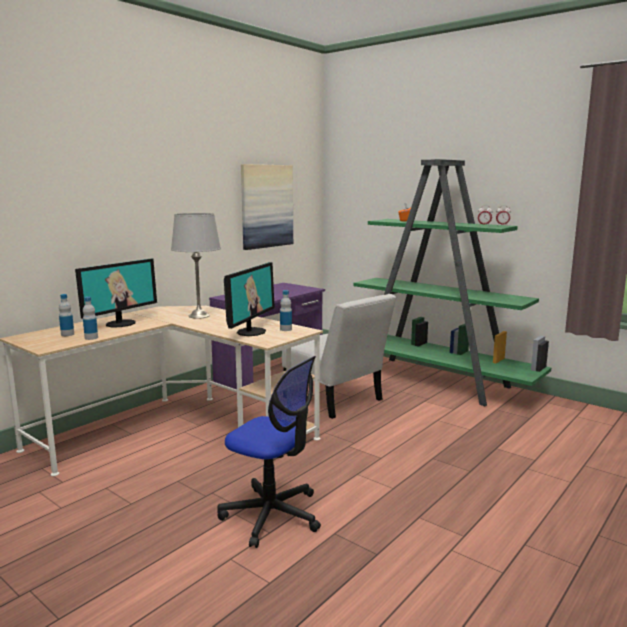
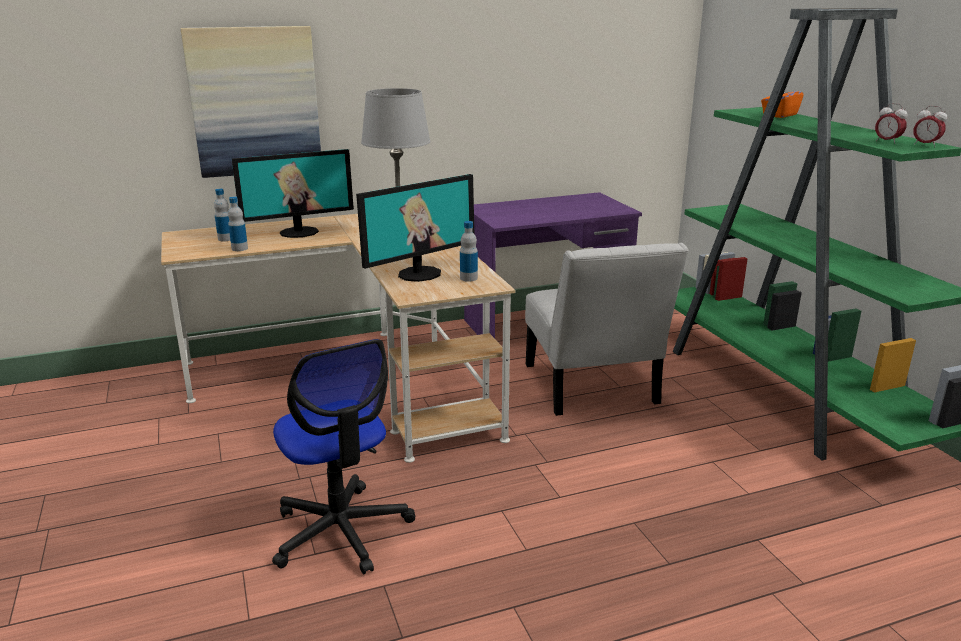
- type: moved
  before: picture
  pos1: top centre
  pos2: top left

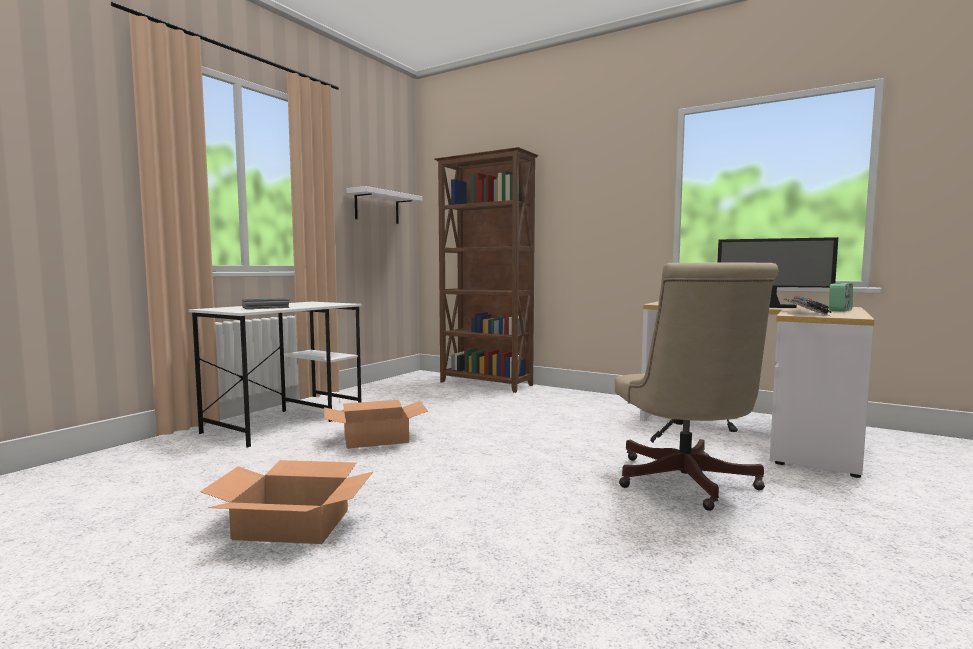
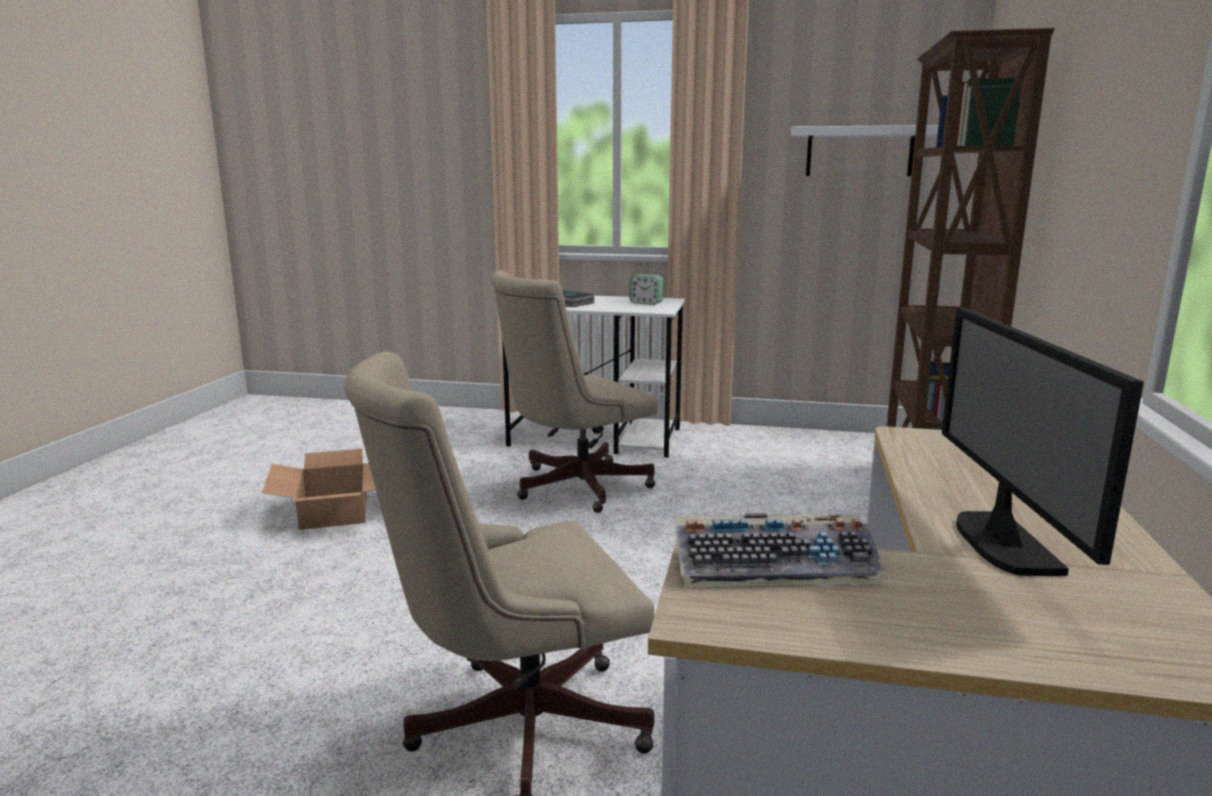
- type: replaced
  before: cardboard box (2nd from left)
  after: office chair (beige) (2nd from left)
  pos1: centre
  pos2: centre
- type: moved
  before: alarm clock
  pos1: middle right
  pos2: centre

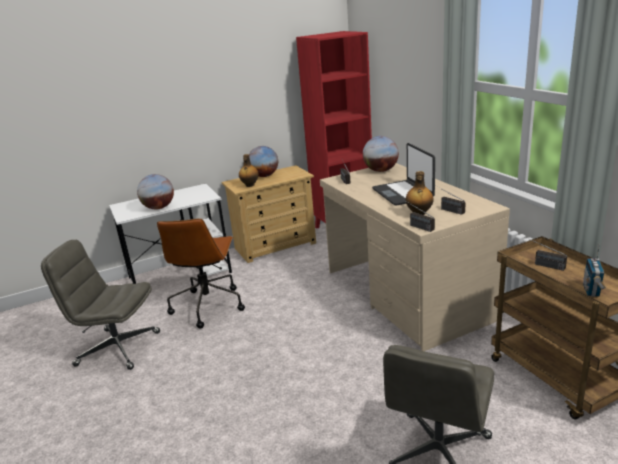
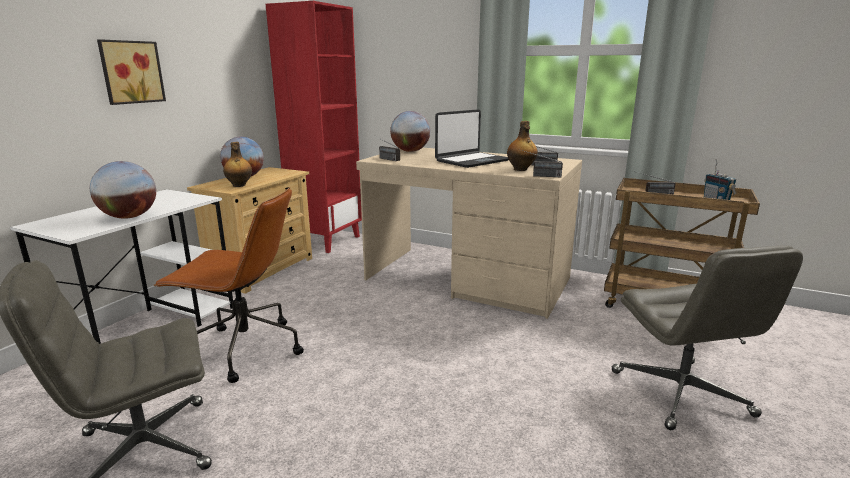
- type: added
  after: picture
  pos2: top left
- type: turned
  before: office chair (brown)
  pos1: middle left
  pos2: middle left
  turn: -45
- type: turned
  before: laptop
  pos1: centre
  pos2: top centre
  turn: -75

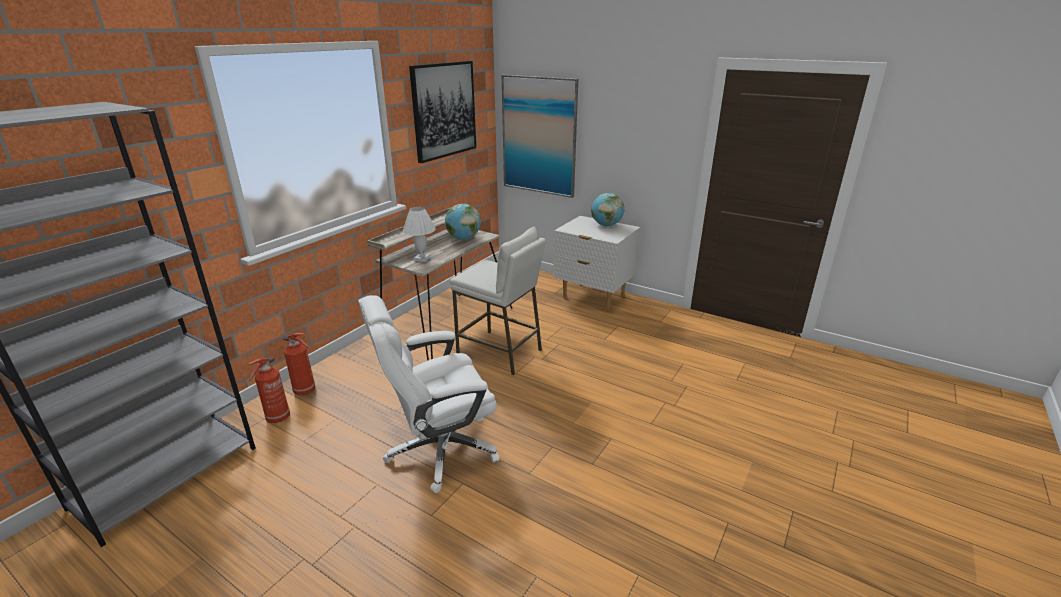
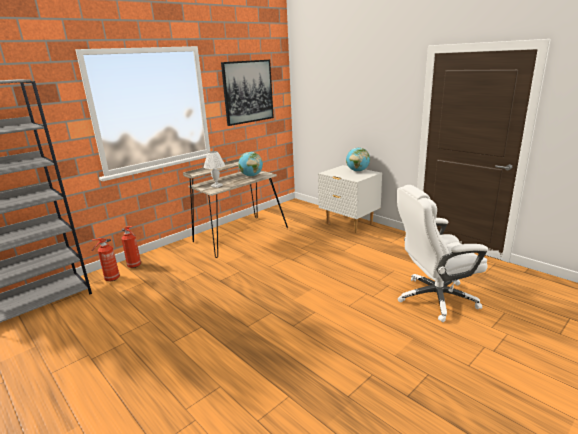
- type: moved
  before: office chair (white)
  pos1: centre
  pos2: middle right
- type: removed
  before: stool (white)
  pos1: centre
- type: removed
  before: picture (2nd from left)
  pos1: top centre

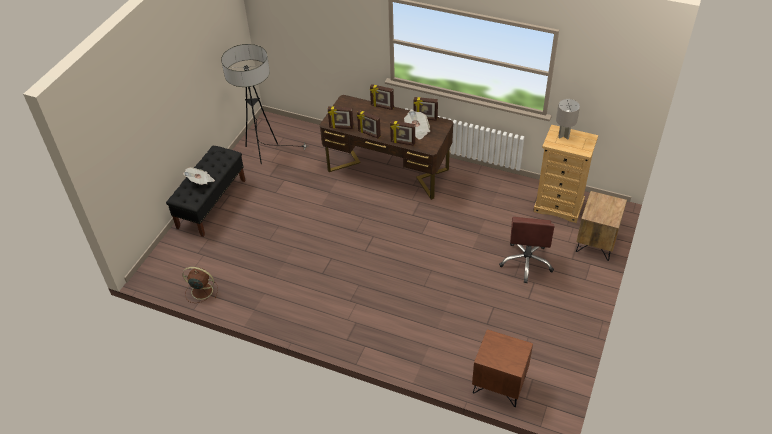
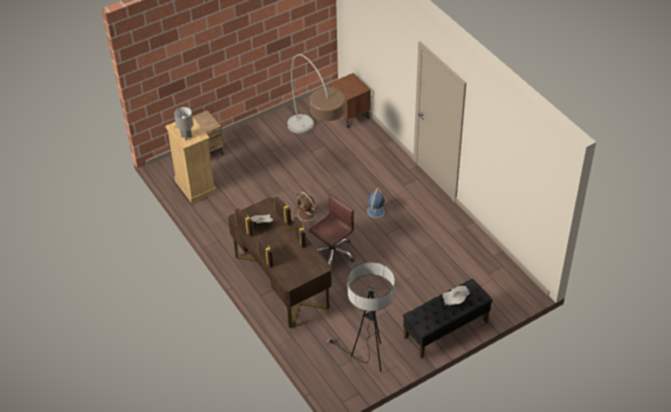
- type: added
  after: floor lamp (1st from left)
  pos2: top centre
- type: moved
  before: fan (brown)
  pos1: middle left
  pos2: centre
- type: moved
  before: office chair (brown)
  pos1: middle right
  pos2: centre
- type: added
  after: fan (blue)
  pos2: centre
- type: removed
  before: picture frame (1st from left)
  pos1: top centre

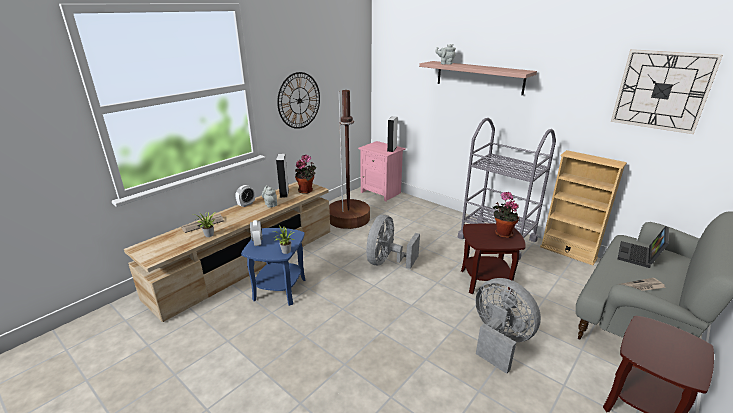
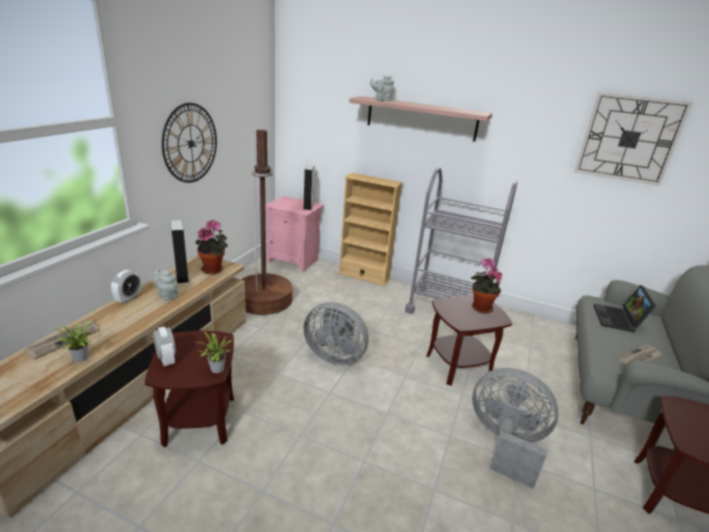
- type: recoloured
  before: side table (blue)
  after: side table (brown) (1st from left)
  pos1: centre
  pos2: bottom left
- type: turned
  before: fan (grey) (1st from left)
  pos1: centre
  pos2: centre
  turn: -75
- type: moved
  before: bookcase (beige)
  pos1: middle right
  pos2: centre

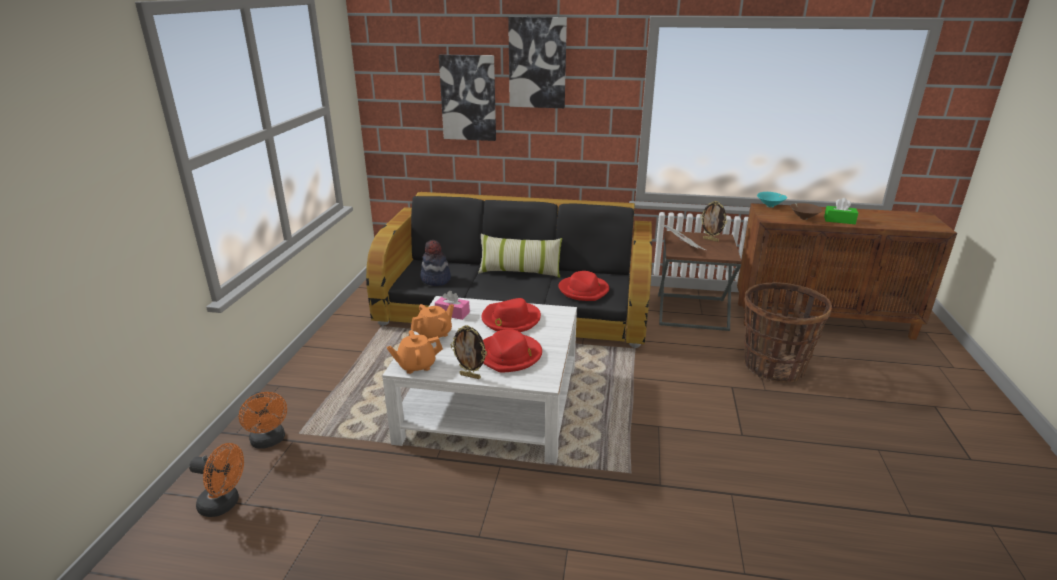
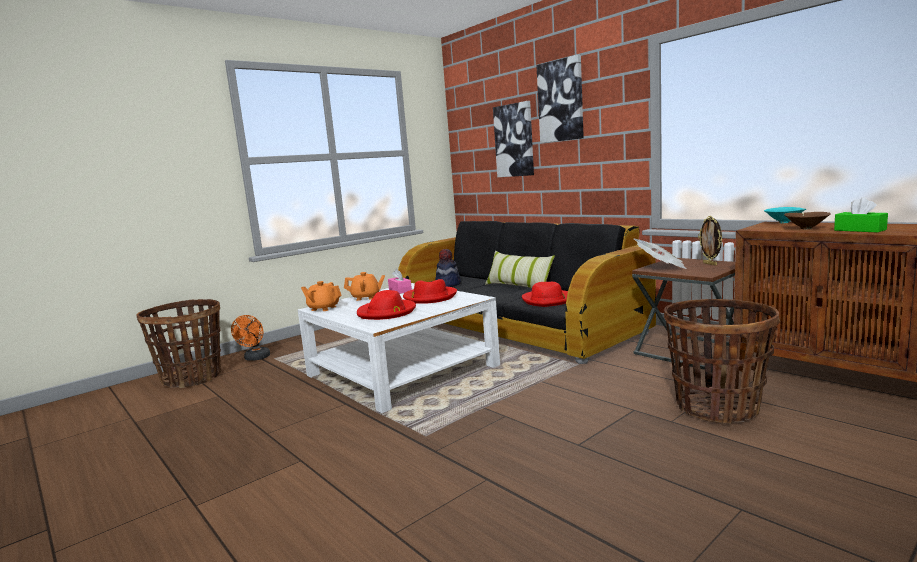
- type: replaced
  before: fan (orange) (1st from left)
  after: basket (1st from left)
  pos1: bottom left
  pos2: middle left
- type: removed
  before: picture frame (1st from left)
  pos1: centre

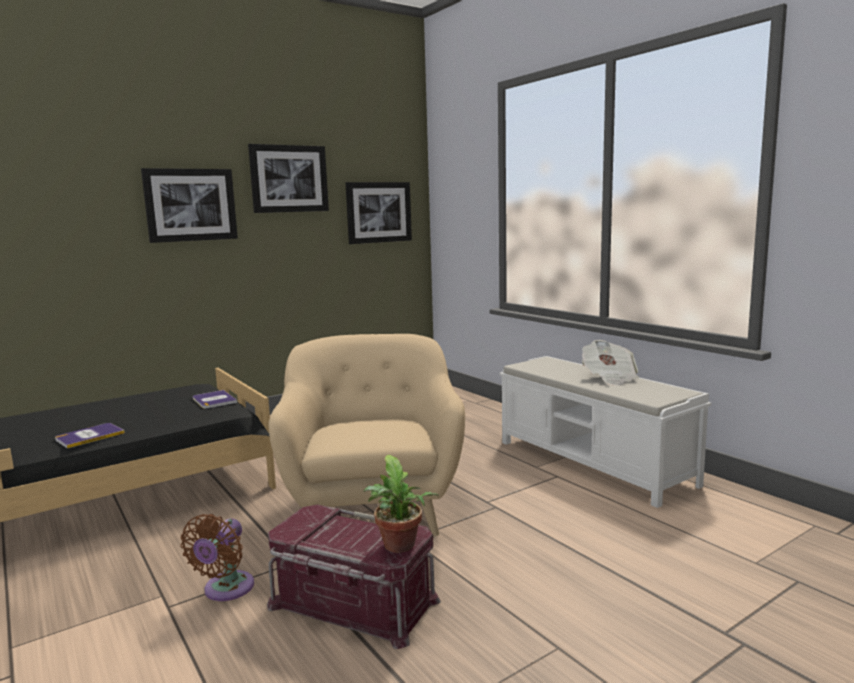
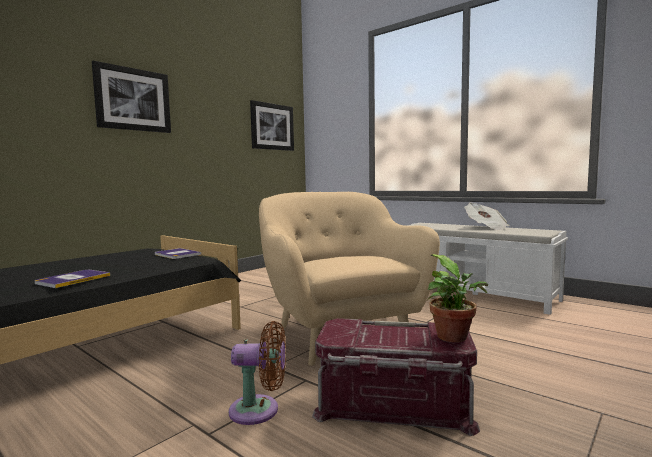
- type: turned
  before: fan (brown)
  pos1: bottom left
  pos2: bottom centre
  turn: -90
- type: removed
  before: picture (2nd from left)
  pos1: top centre

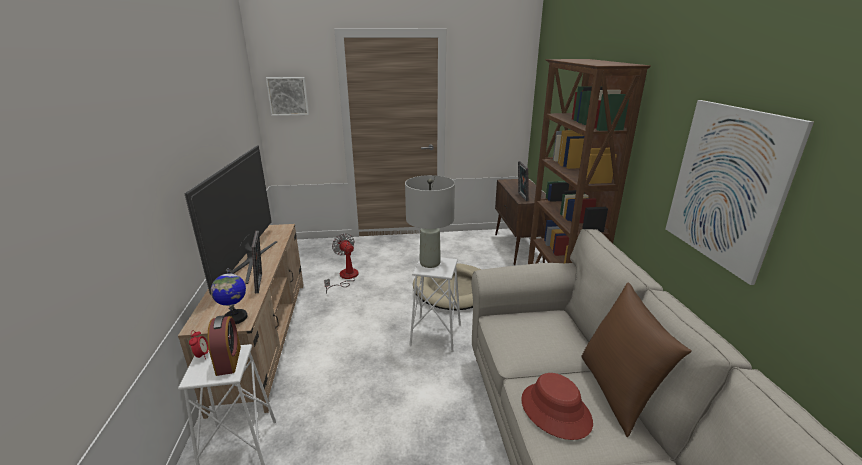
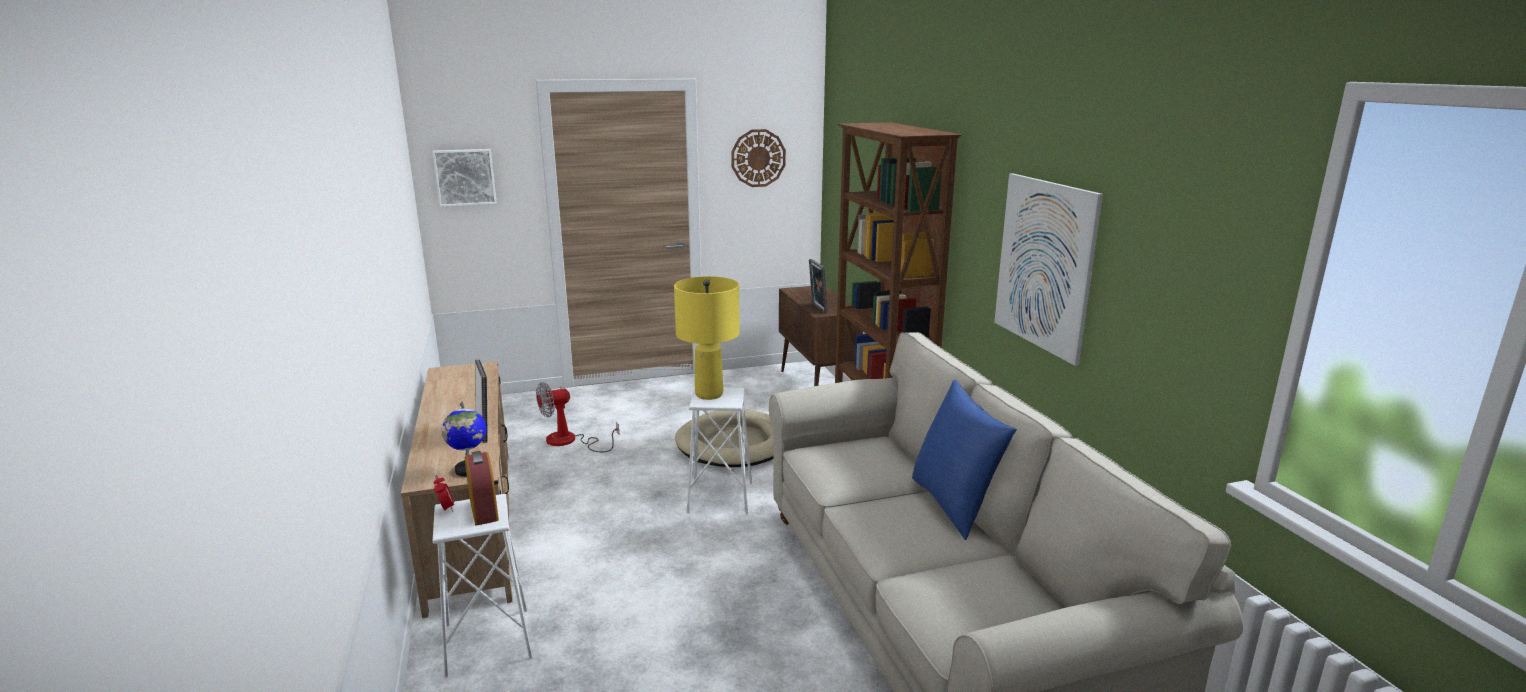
- type: turned
  before: fan
  pos1: centre
  pos2: centre
  turn: -75
- type: recoloured
  before: table lamp (grey)
  after: table lamp (yellow)
  pos1: centre
  pos2: centre
- type: added
  after: wall clock
  pos2: top centre
- type: recoloured
  before: pillow (brown)
  after: pillow (blue)
  pos1: bottom right
  pos2: centre
- type: removed
  before: television
  pos1: middle left
- type: removed
  before: hat (red)
  pos1: bottom centre

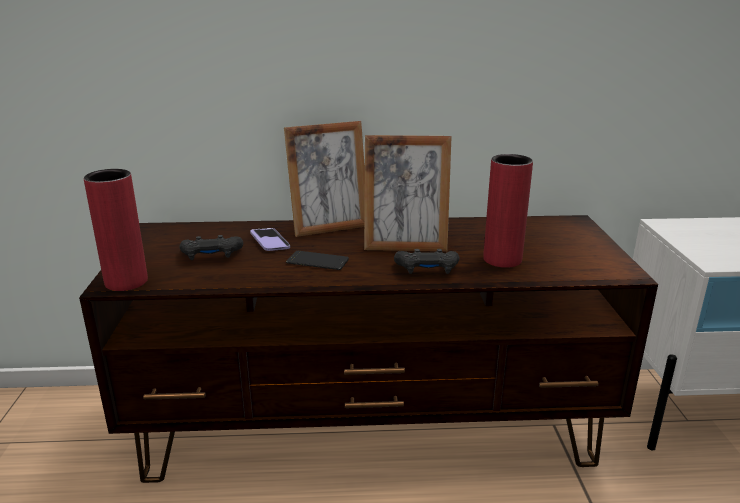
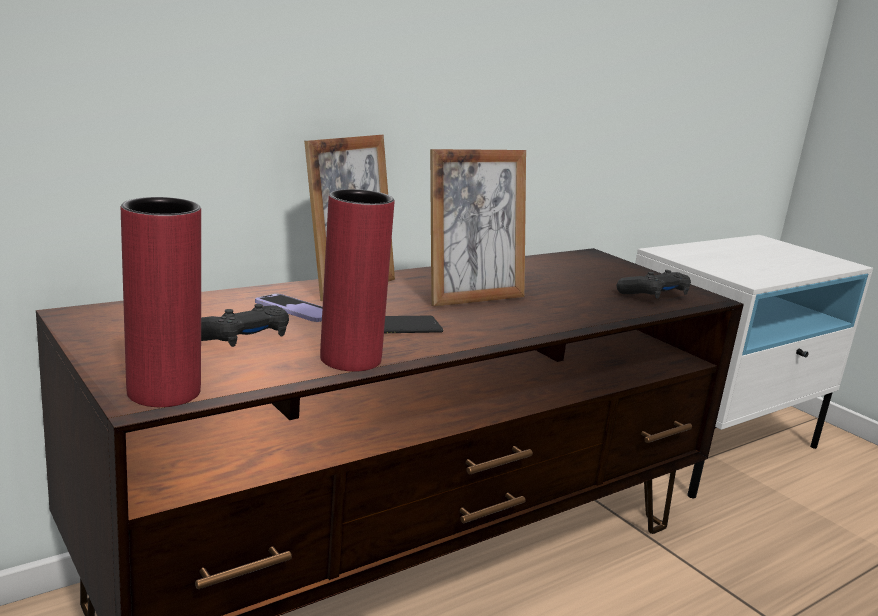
- type: moved
  before: vase (red) (2nd from left)
  pos1: middle right
  pos2: centre
- type: moved
  before: game controller (black) (2nd from left)
  pos1: centre
  pos2: middle right

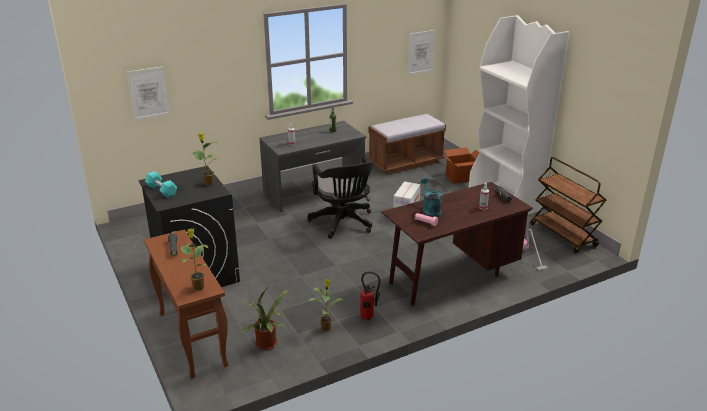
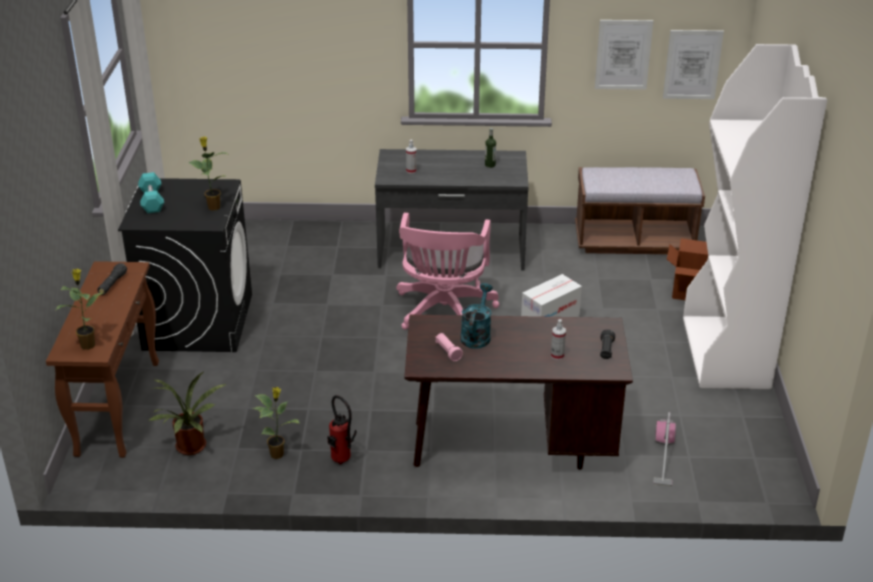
- type: recoloured
  before: office chair (black)
  after: office chair (pink)
  pos1: centre
  pos2: centre
- type: moved
  before: picture (1st from left)
  pos1: top left
  pos2: top right
- type: removed
  before: cart (brown)
  pos1: middle right

